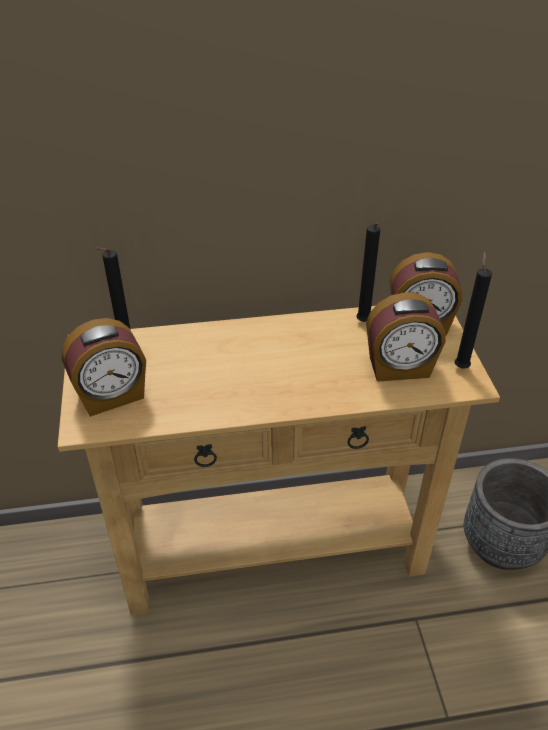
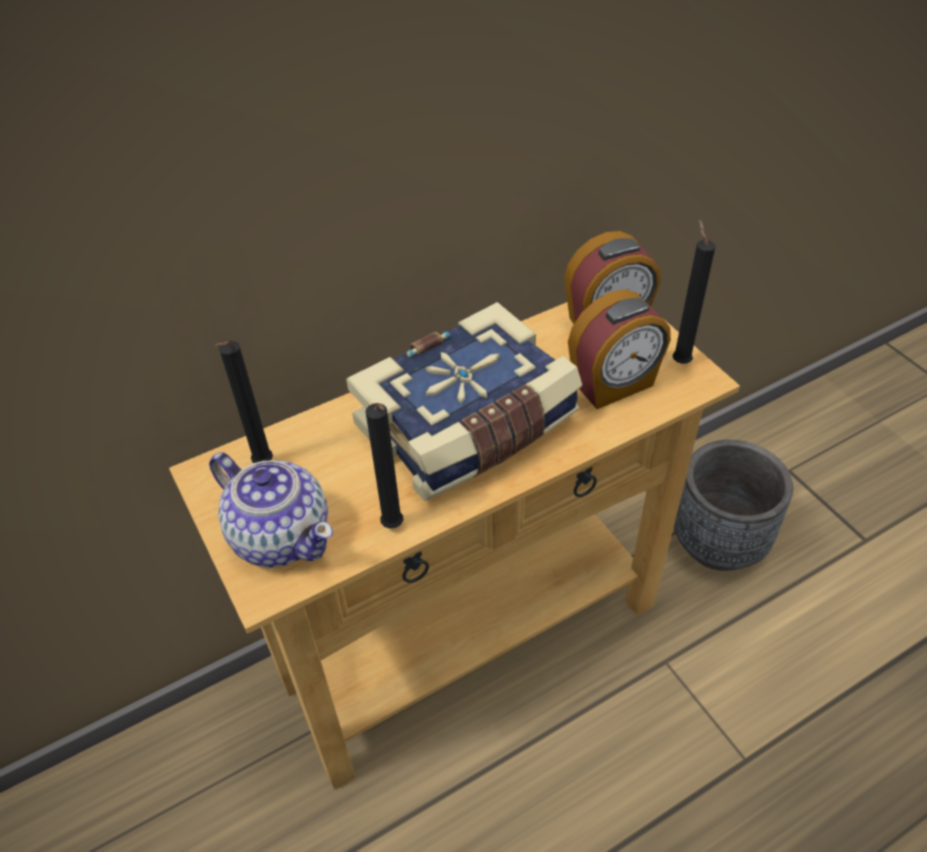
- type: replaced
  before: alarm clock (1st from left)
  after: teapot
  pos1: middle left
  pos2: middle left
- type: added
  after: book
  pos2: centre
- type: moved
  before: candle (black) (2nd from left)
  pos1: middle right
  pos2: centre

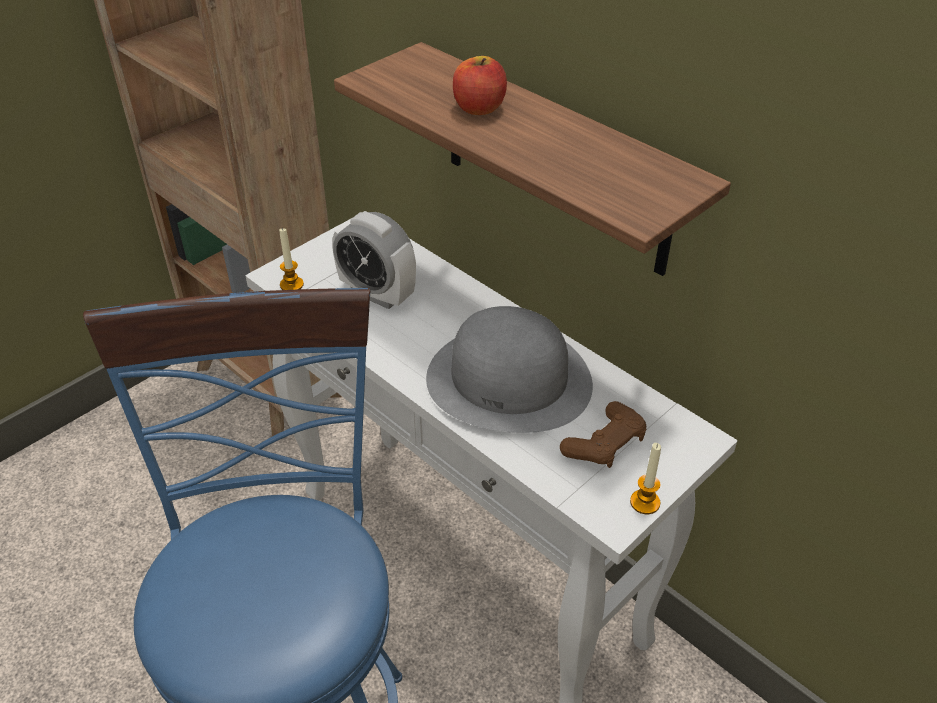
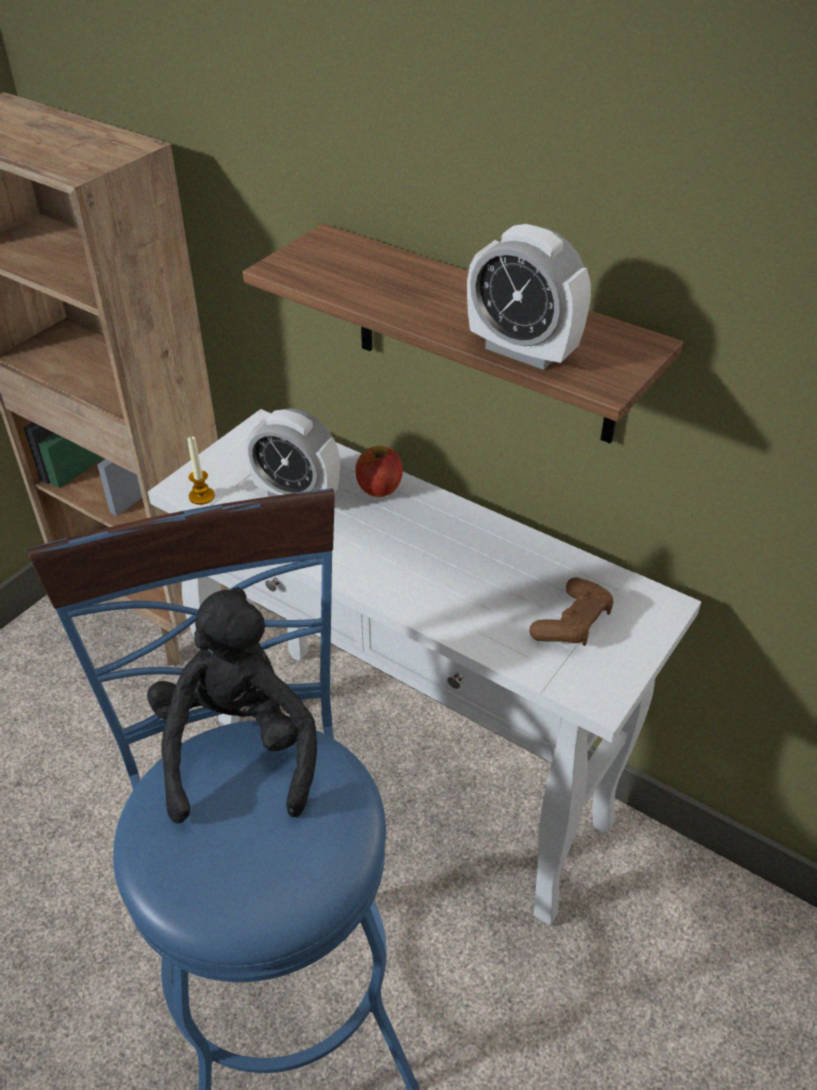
- type: added
  after: plush toy (black)
  pos2: middle left
- type: moved
  before: apple
  pos1: top centre
  pos2: centre
- type: added
  after: alarm clock (2nd from left)
  pos2: top centre
- type: removed
  before: hat (grey)
  pos1: centre
- type: removed
  before: candle (2nd from left)
  pos1: bottom right

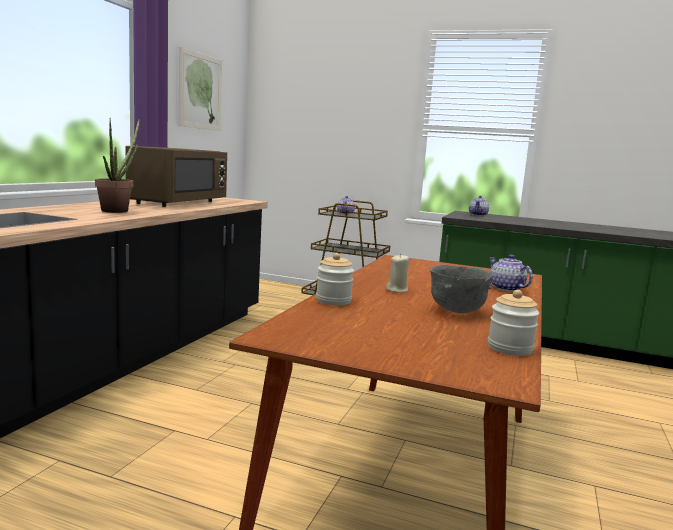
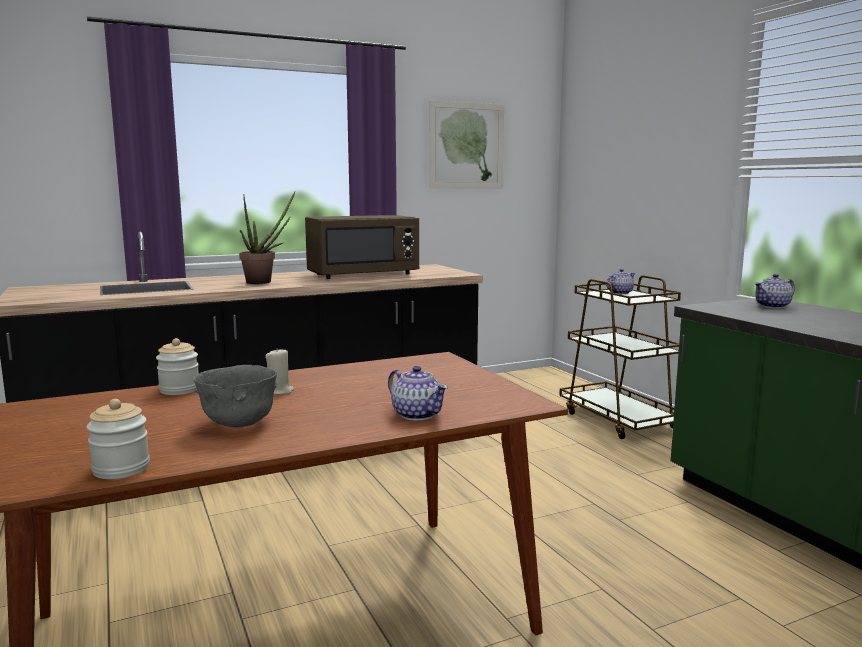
- type: turned
  before: teapot (3rd from left in the first image)
  pos1: middle right
  pos2: centre
  turn: 120

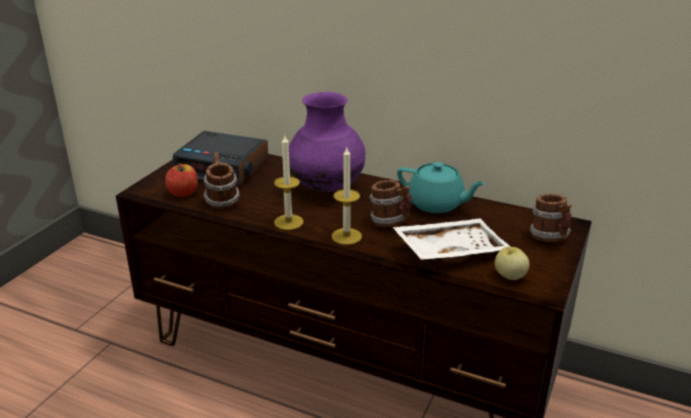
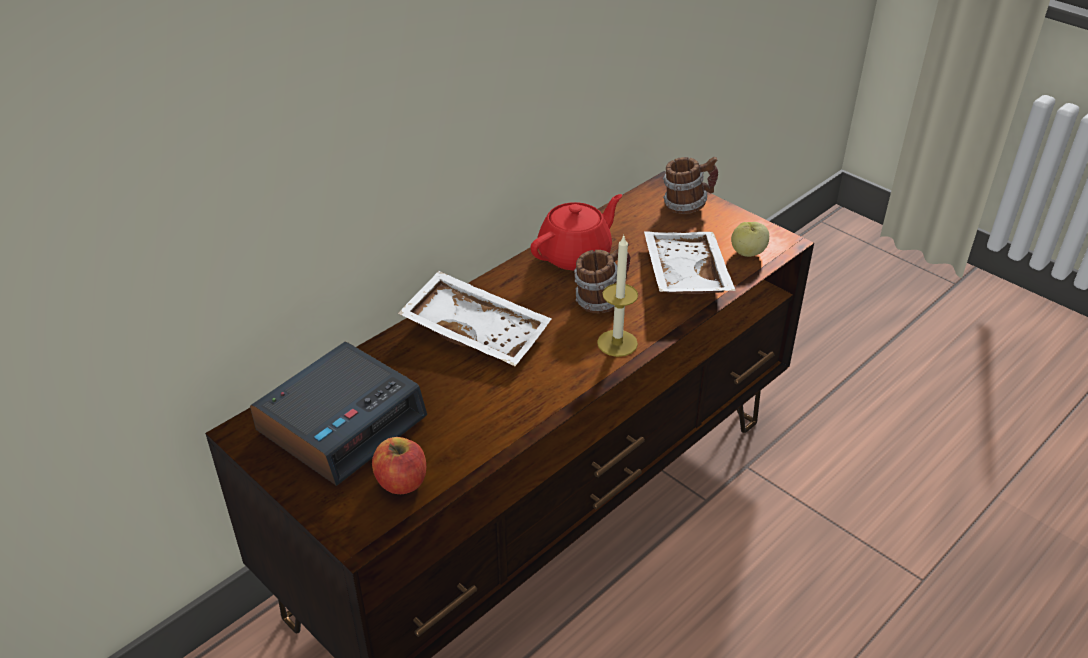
- type: replaced
  before: vase (purple)
  after: tray (white) (1st from left)
  pos1: centre
  pos2: centre
- type: recoloured
  before: teapot (turquoise)
  after: teapot (red)
  pos1: centre
  pos2: centre
- type: removed
  before: mug (1st from left)
  pos1: middle left
- type: removed
  before: candle (1st from left)
  pos1: centre

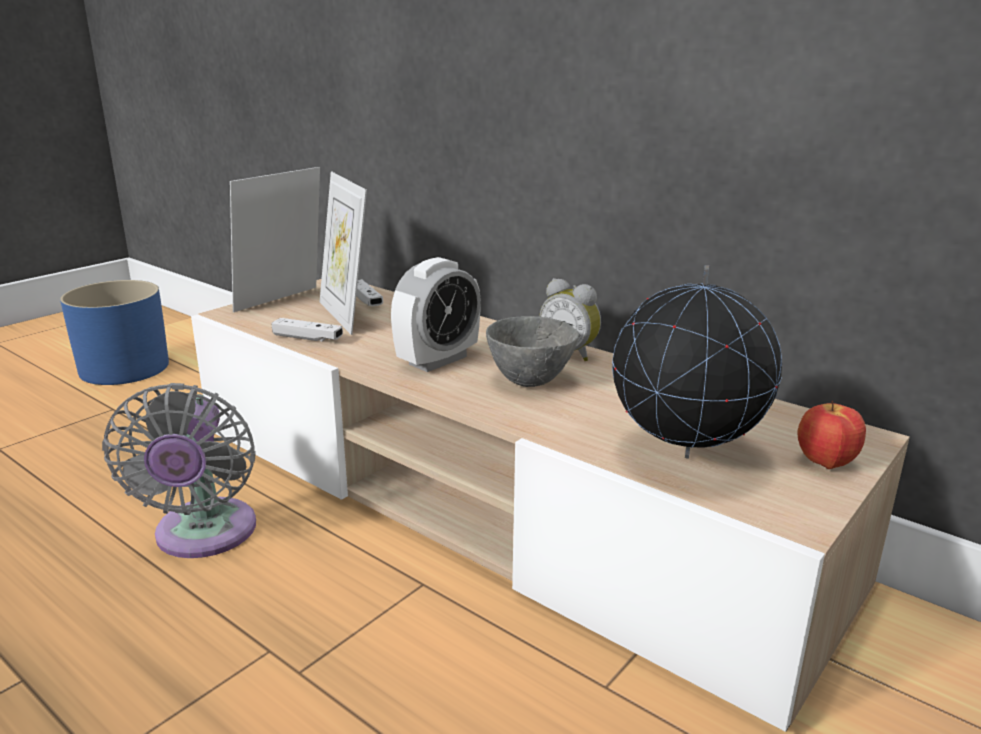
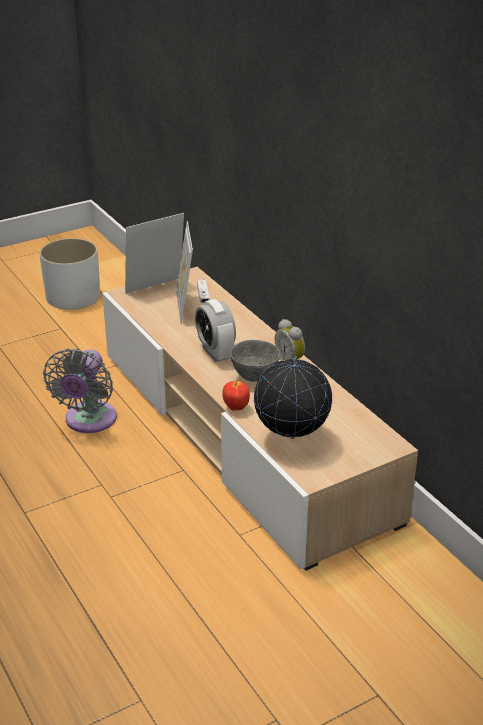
- type: recoloured
  before: planter (blue)
  after: planter (white)
  pos1: middle left
  pos2: middle left
- type: turned
  before: alarm clock (1st from left)
  pos1: centre
  pos2: centre
  turn: 90
- type: moved
  before: apple
  pos1: middle right
  pos2: centre
- type: removed
  before: game controller (white) (1st from left)
  pos1: middle left

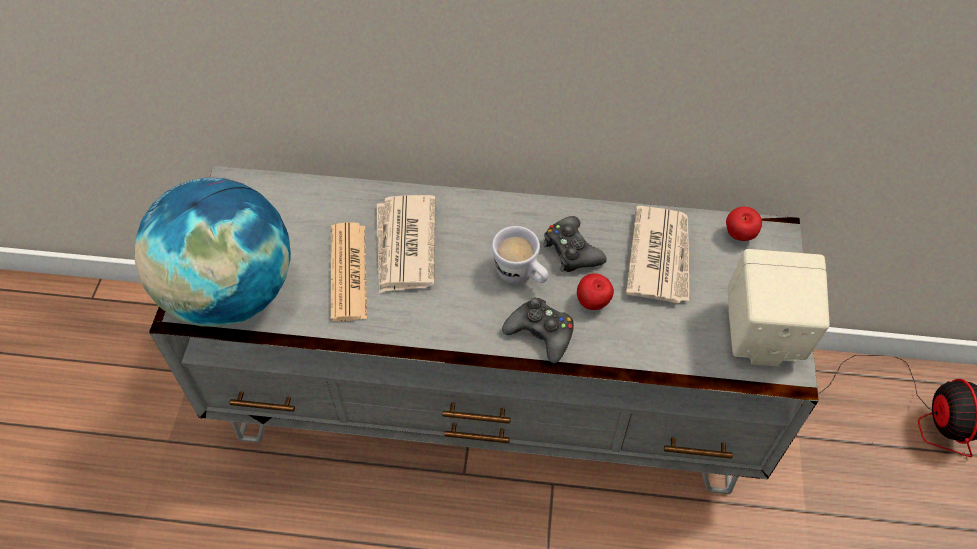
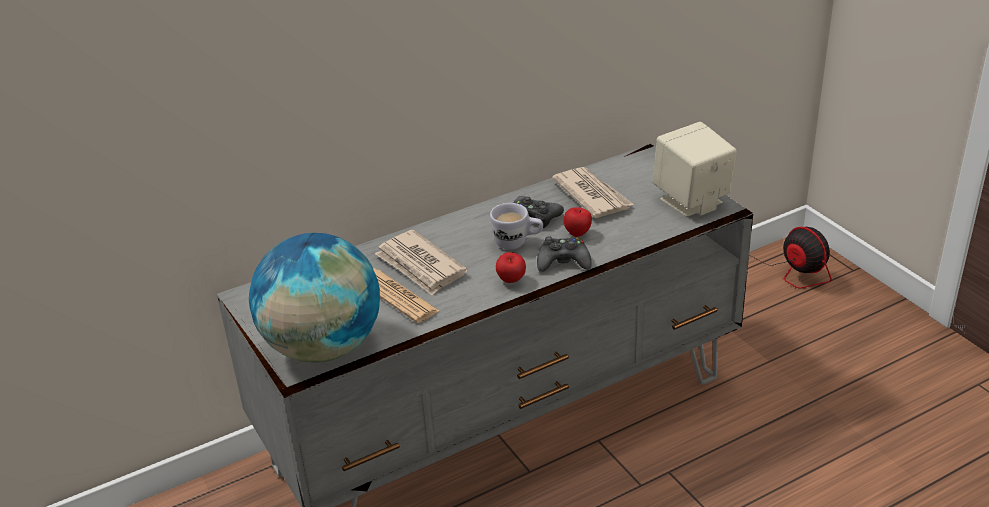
- type: moved
  before: apple (2nd from left in the first image)
  after: apple (1st from left)
  pos1: middle right
  pos2: centre

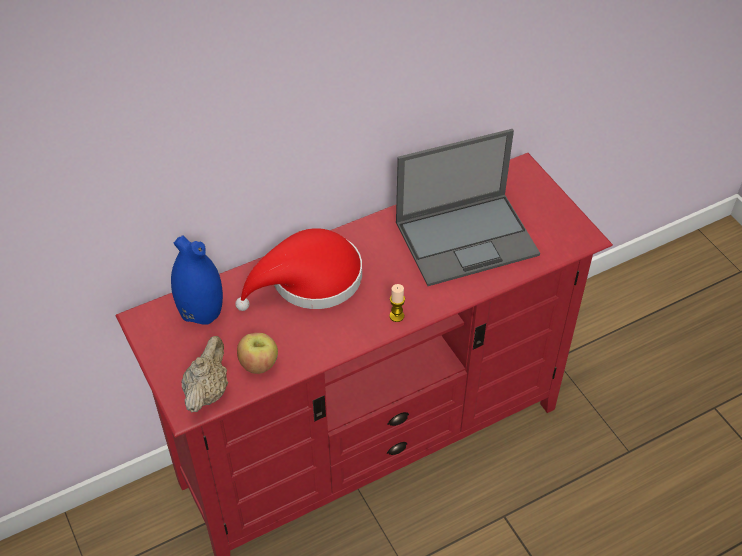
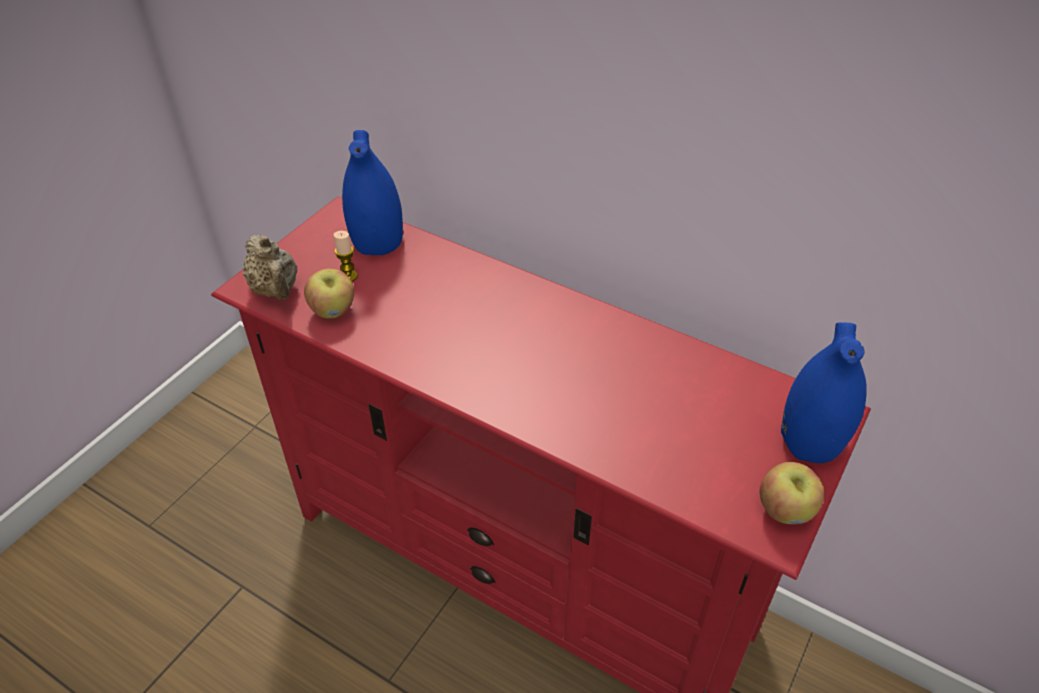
- type: turned
  before: teapot (beige)
  pos1: bottom left
  pos2: middle left
  turn: 75
- type: moved
  before: candle
  pos1: centre
  pos2: middle left
- type: added
  after: apple (2nd from left)
  pos2: bottom right
- type: added
  after: vase (blue) (2nd from left)
  pos2: middle right
- type: removed
  before: hat (red)
  pos1: centre
- type: removed
  before: laptop
  pos1: centre

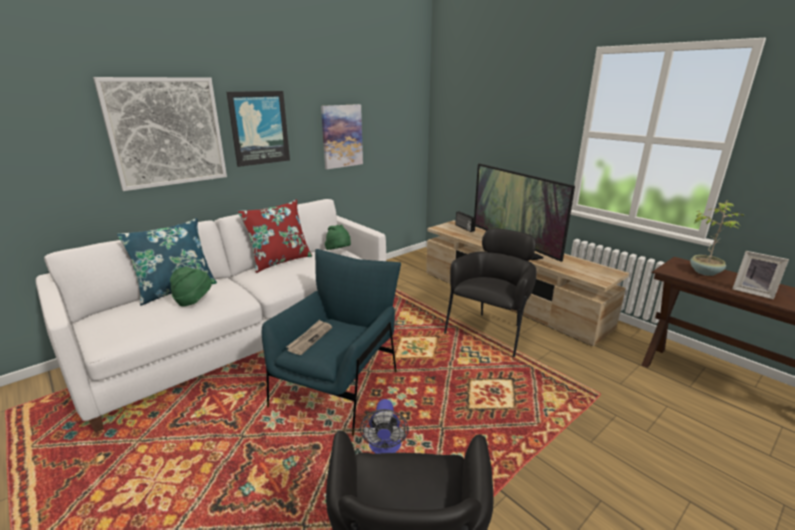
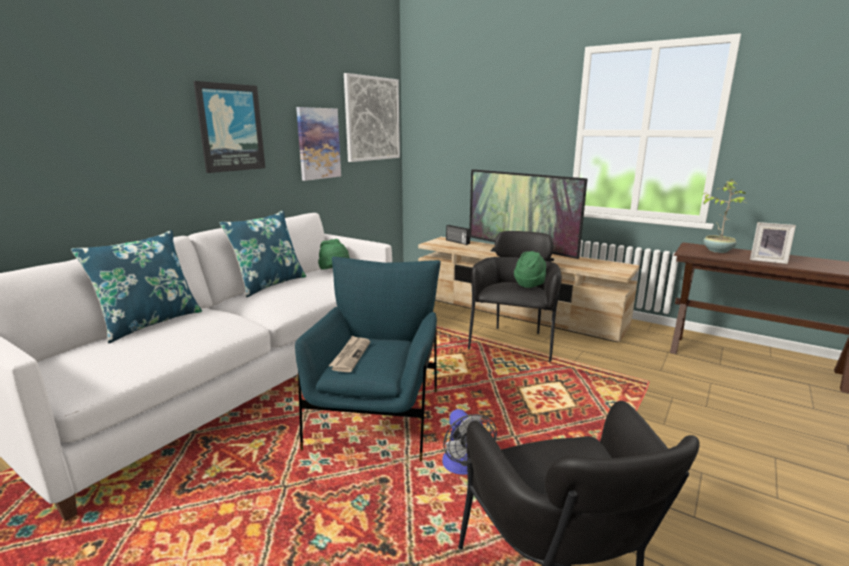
- type: recoloured
  before: pillow (red)
  after: pillow (blue) (2nd from left)
  pos1: centre
  pos2: middle left
- type: moved
  before: picture (1st from left in the first image)
  after: picture (3rd from left)
  pos1: top left
  pos2: top centre
- type: moved
  before: hat (green) (1st from left in the first image)
  after: hat (green) (2nd from left)
  pos1: middle left
  pos2: centre

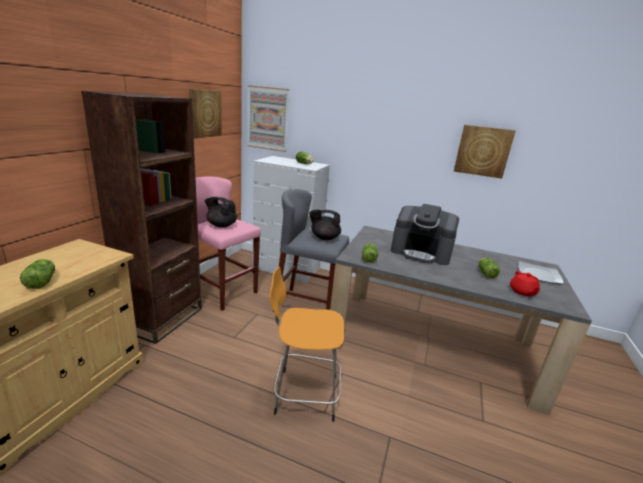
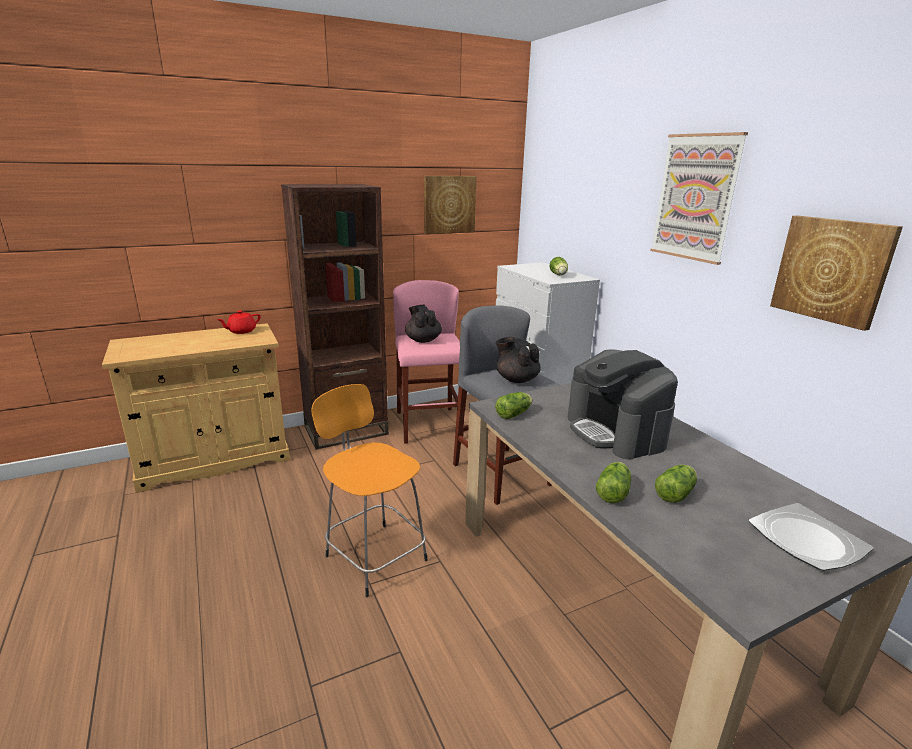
- type: moved
  before: teapot (red)
  pos1: middle right
  pos2: middle left
- type: moved
  before: lettuce (1st from left in the first image)
  after: lettuce (3rd from left)
  pos1: middle left
  pos2: middle right
- type: moved
  before: picture (2nd from left)
  pos1: top centre
  pos2: top right

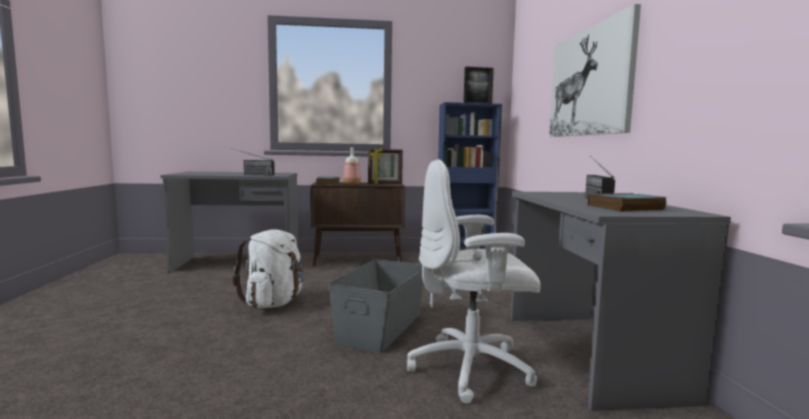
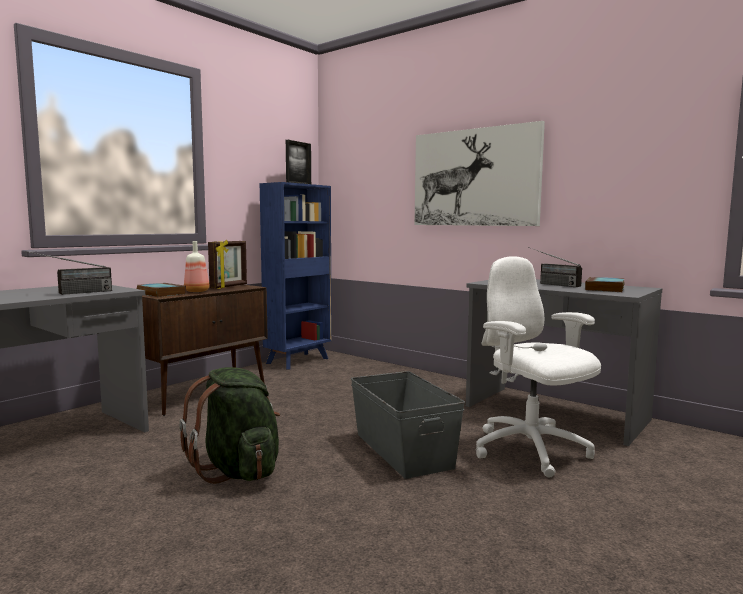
- type: recoloured
  before: backpack (white)
  after: backpack (green)
  pos1: middle left
  pos2: bottom left
- type: turned
  before: office chair (white)
  pos1: bottom centre
  pos2: middle right
  turn: 105

